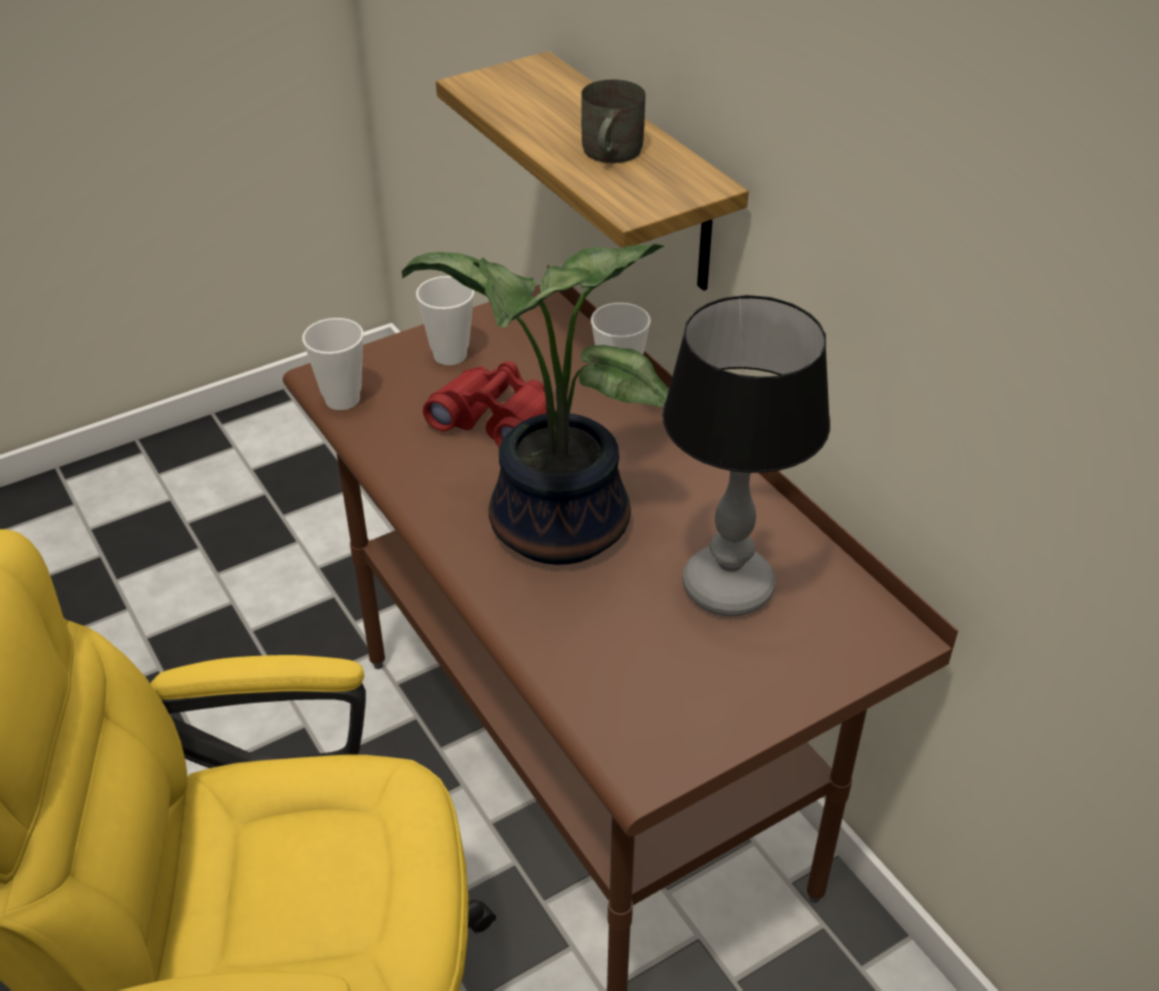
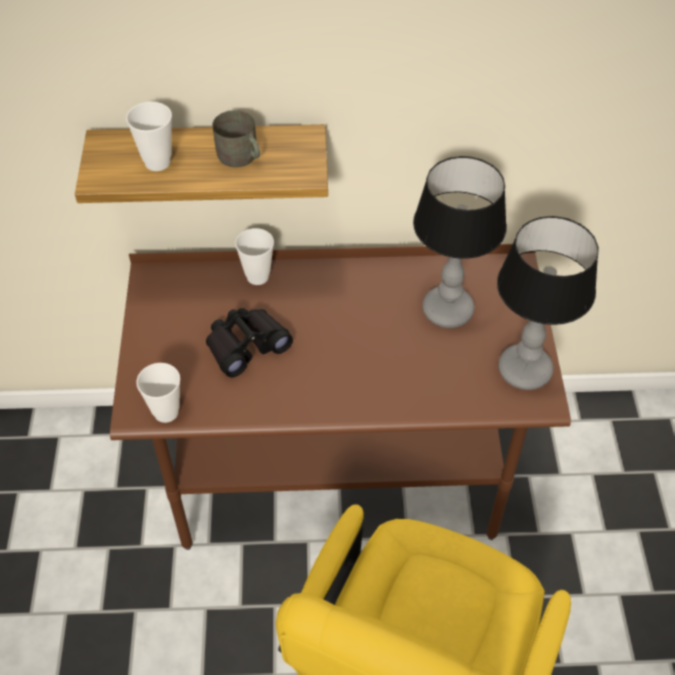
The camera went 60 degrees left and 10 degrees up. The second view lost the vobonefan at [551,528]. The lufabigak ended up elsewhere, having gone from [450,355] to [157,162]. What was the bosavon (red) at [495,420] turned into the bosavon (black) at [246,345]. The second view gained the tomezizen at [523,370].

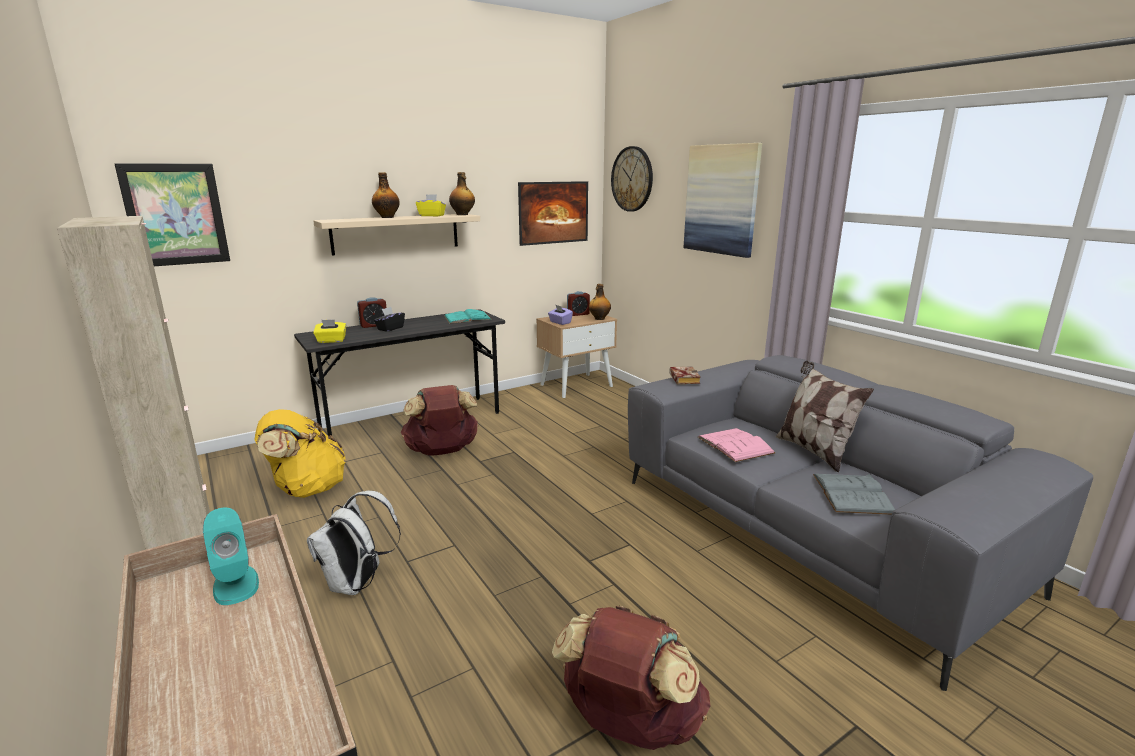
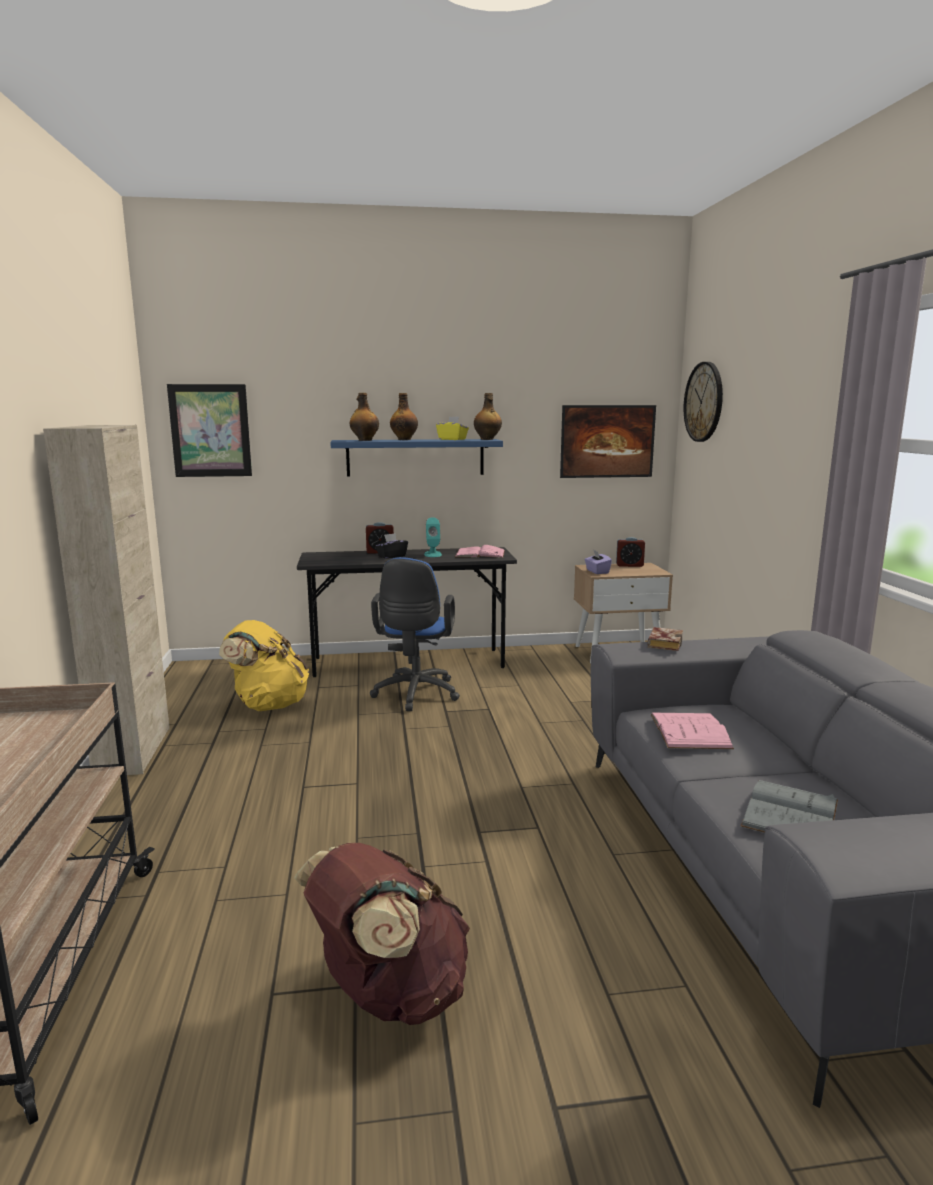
The camera went 25 degrees right and 5 degrees down. The second view lost the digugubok at [721,199]. What was the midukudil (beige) at [396,233] turned into the midukudil (blue) at [415,457]. The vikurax ended up elsewhere, having gone from [599,319] to [364,440]. What was the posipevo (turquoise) at [467,318] turned into the posipevo (pink) at [480,554]. The second view lost the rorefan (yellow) at [331,341]. The second view lost the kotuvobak at [814,451]. Where the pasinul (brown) stood at [442,452], the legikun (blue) came to stand at [415,695]. The second view lost the pasinul (white) at [357,584]. The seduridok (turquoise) ended up elsewhere, having gone from [236,585] to [432,554].

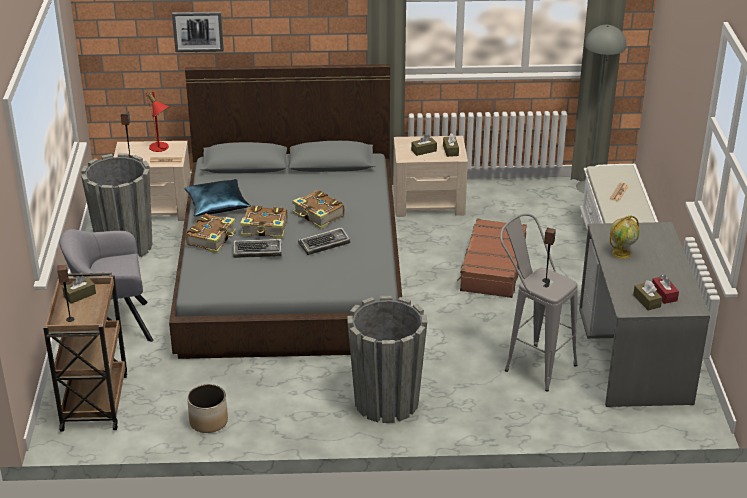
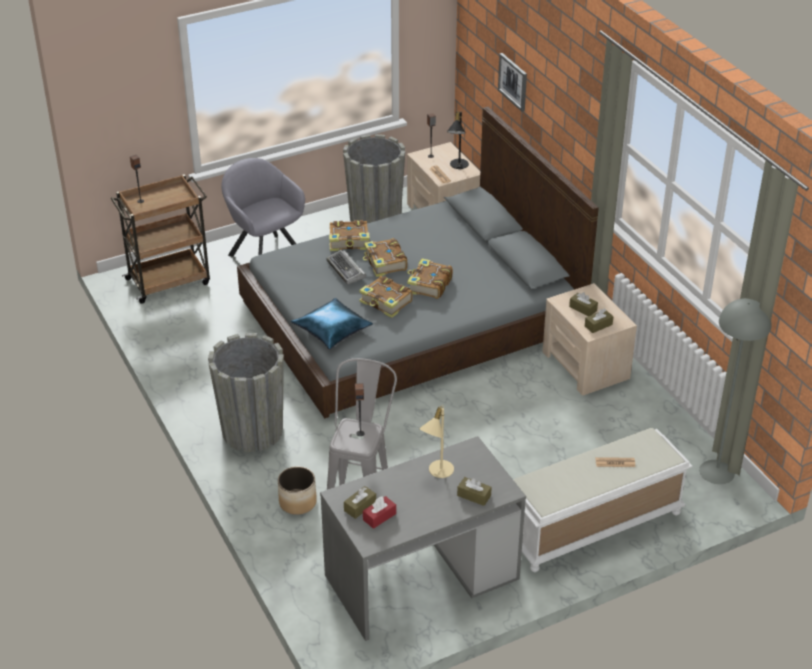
The camera went 65 degrees right and 5 degrees up. What was the tomezizen (red) at [161,148] turned into the tomezizen (black) at [457,166]. The kotuvobak (blue) ended up elsewhere, having gone from [217,204] to [332,330]. Where the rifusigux stood at [621,253], the tomezizen (beige) came to stand at [437,471]. The second view lost the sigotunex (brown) at [492,268]. Where the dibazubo stood at [324,244], the posipevo came to stand at [386,303]. The rorefan (brown) ended up elsewhere, having gone from [80,295] to [474,496]. The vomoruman ended up elsewhere, having gone from [209,421] to [298,502].

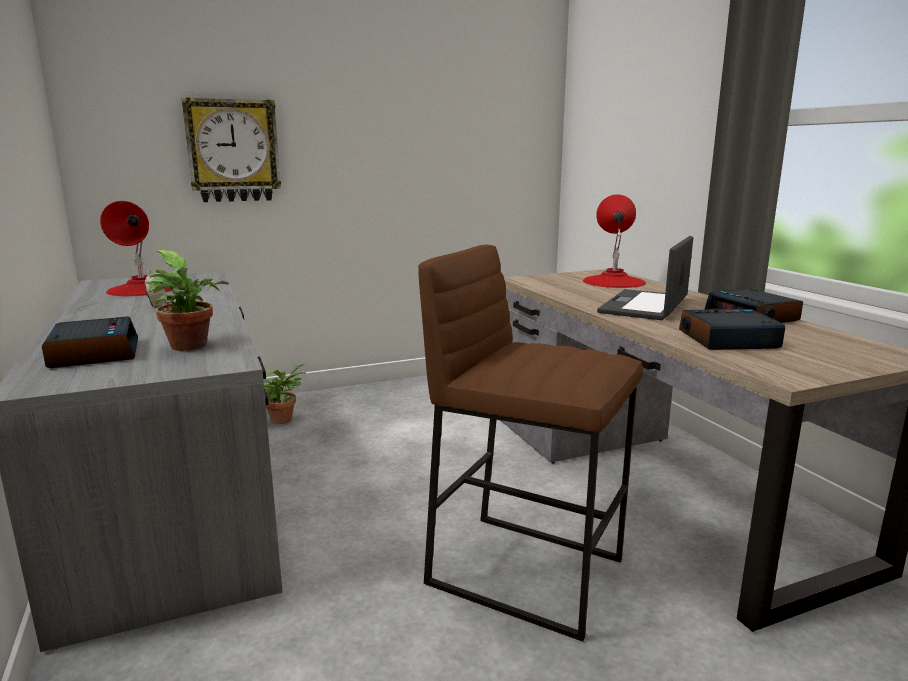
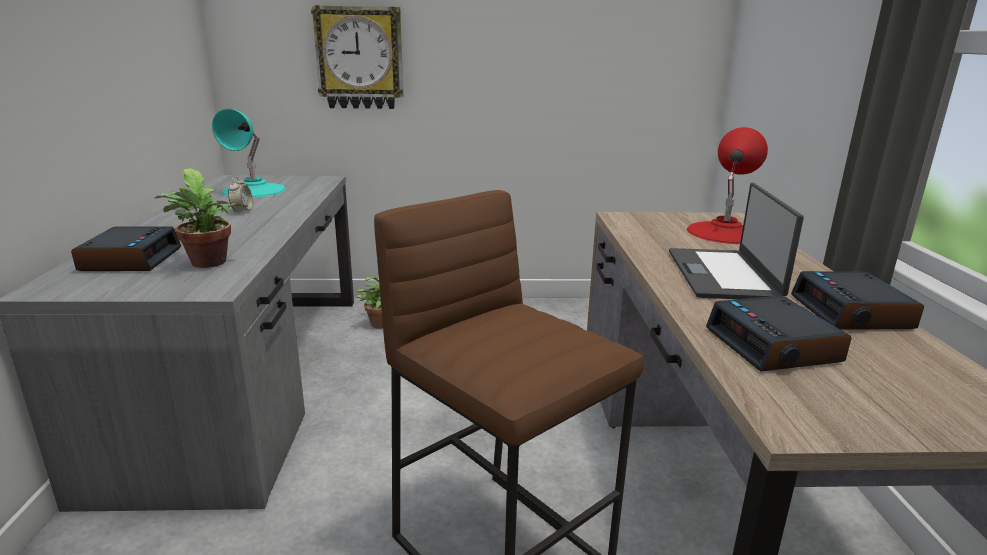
The camera went 20 degrees right and 5 degrees up. What was the tomezizen (red) at [143,289] turned into the tomezizen (turquoise) at [254,190]. The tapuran at [645,306] ended up facing another way, 45 degrees counterclockwise from before. The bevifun at [727,340] ended up facing another way, 120 degrees counterclockwise from before.

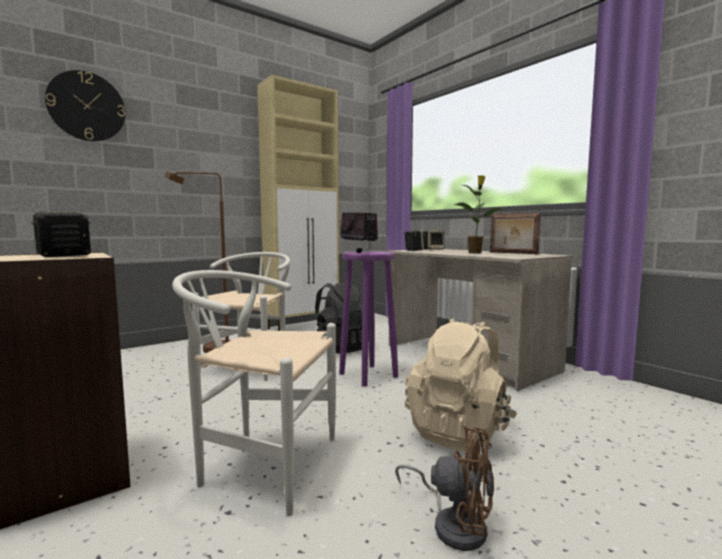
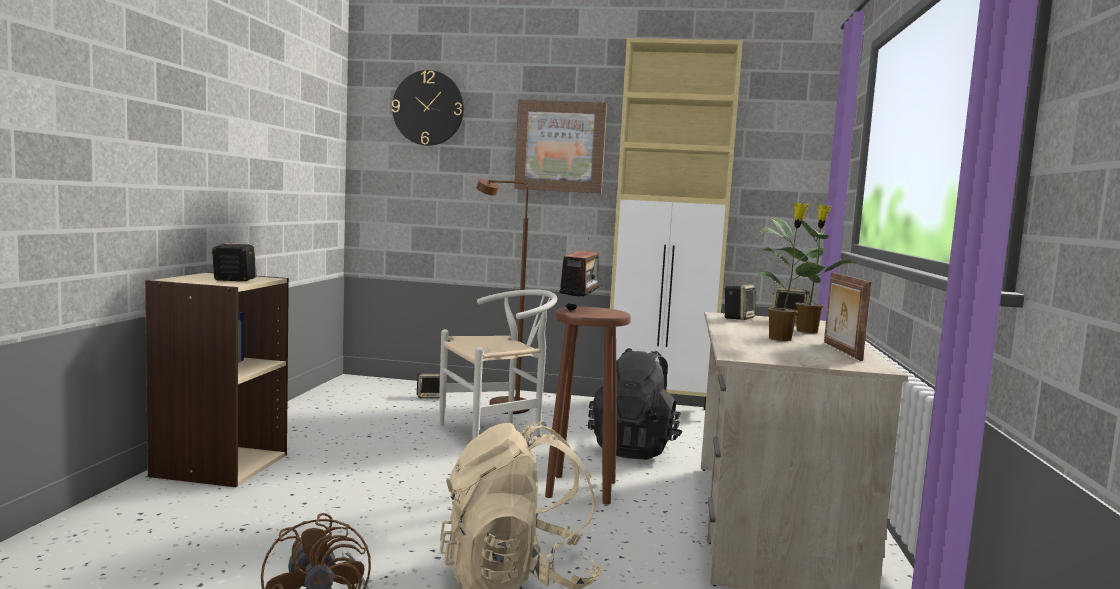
The camera went 45 degrees right and 0 degrees up. What was the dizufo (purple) at [368,375] turned into the dizufo (brown) at [581,489]. The second view lost the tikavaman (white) at [260,464]. The second view gained the digugubok at [560,146]. The second view gained the vobonefan at [808,331]. The second view gained the seduridok at [429,397].

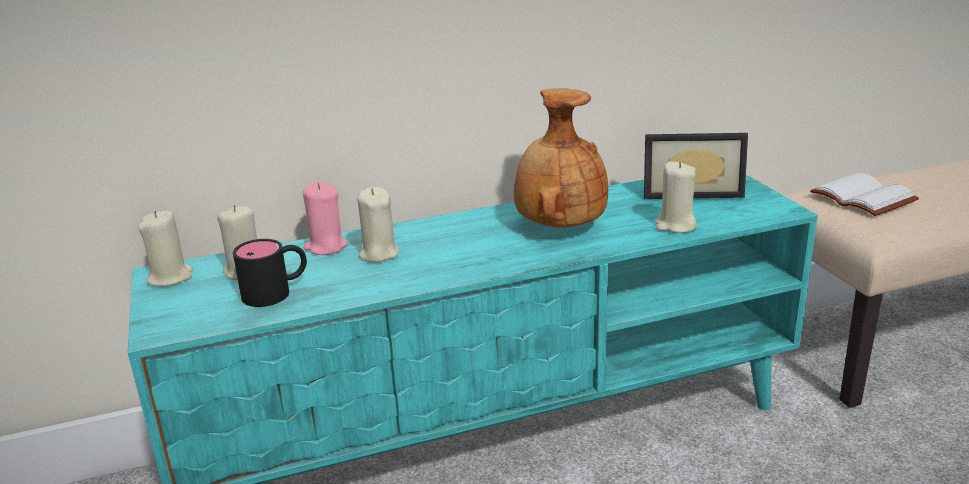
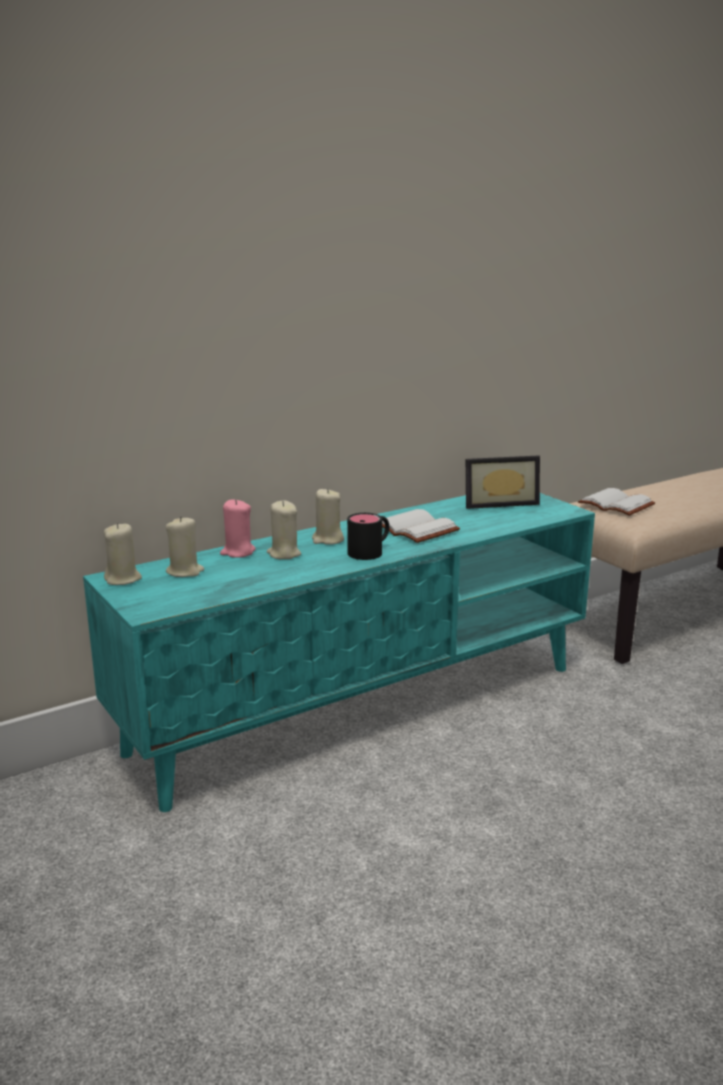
The camera went 15 degrees left and 5 degrees down. Where the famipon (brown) stood at [559,226], the posipevo (white) came to stand at [413,529]. The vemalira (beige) ended up elsewhere, having gone from [675,225] to [327,540]. The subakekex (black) ended up elsewhere, having gone from [276,291] to [370,551].

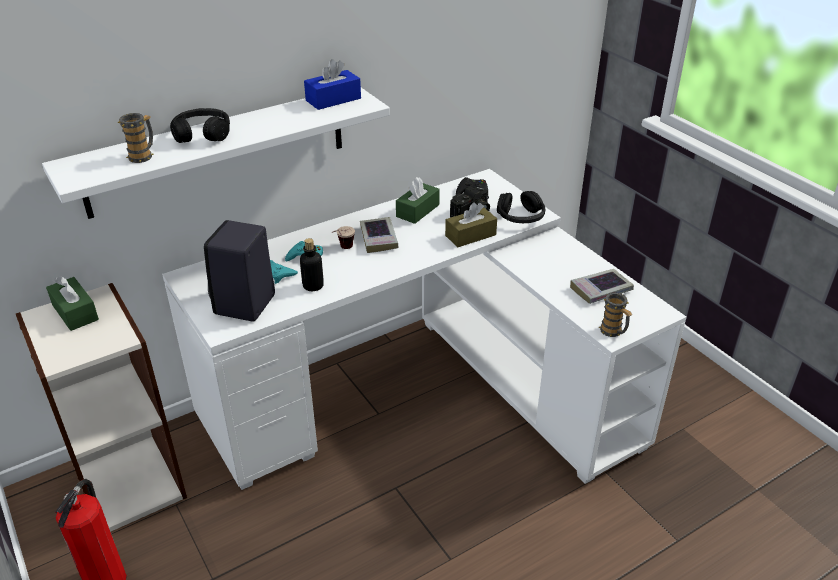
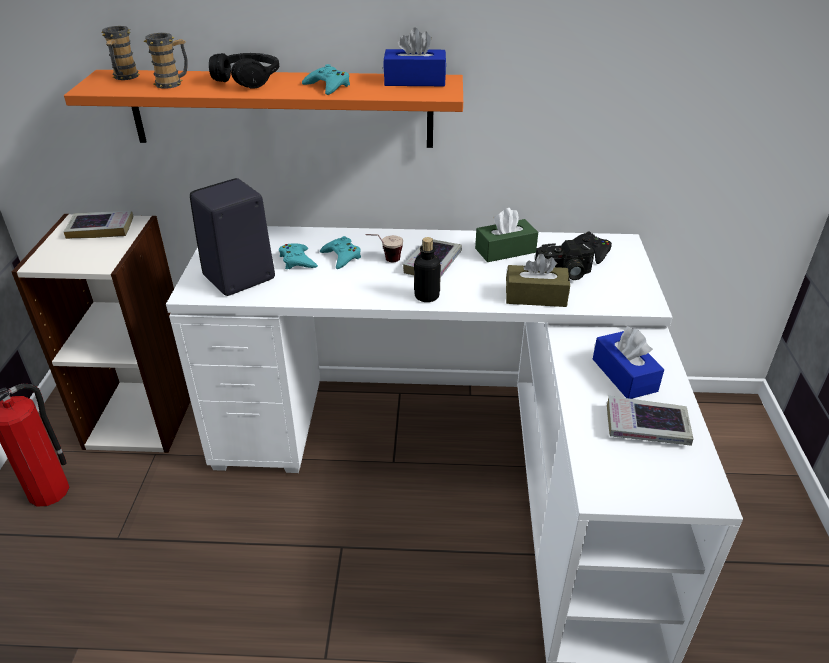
The camera went 35 degrees right and 0 degrees up. What was the midukudil (white) at [218,150] turned into the midukudil (orange) at [281,109]. The second view lost the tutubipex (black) at [520,217]. The vikurax ended up elsewhere, having gone from [313,286] to [426,296]. Where the rorefan (green) stood at [75,312], the posipevo came to stand at [101,229]. The subakekex ended up elsewhere, having gone from [613,332] to [124,77]. The second view gained the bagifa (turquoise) at [328,86]. The second view gained the rorefan (blue) at [624,375].

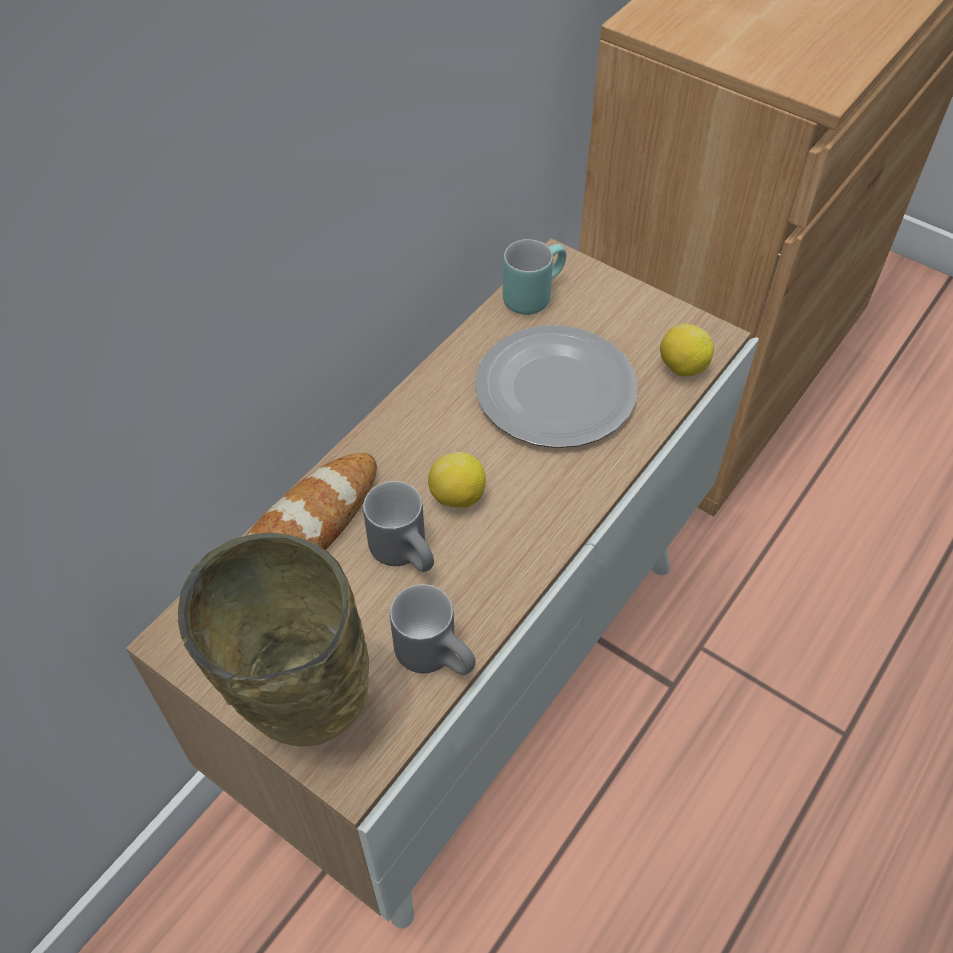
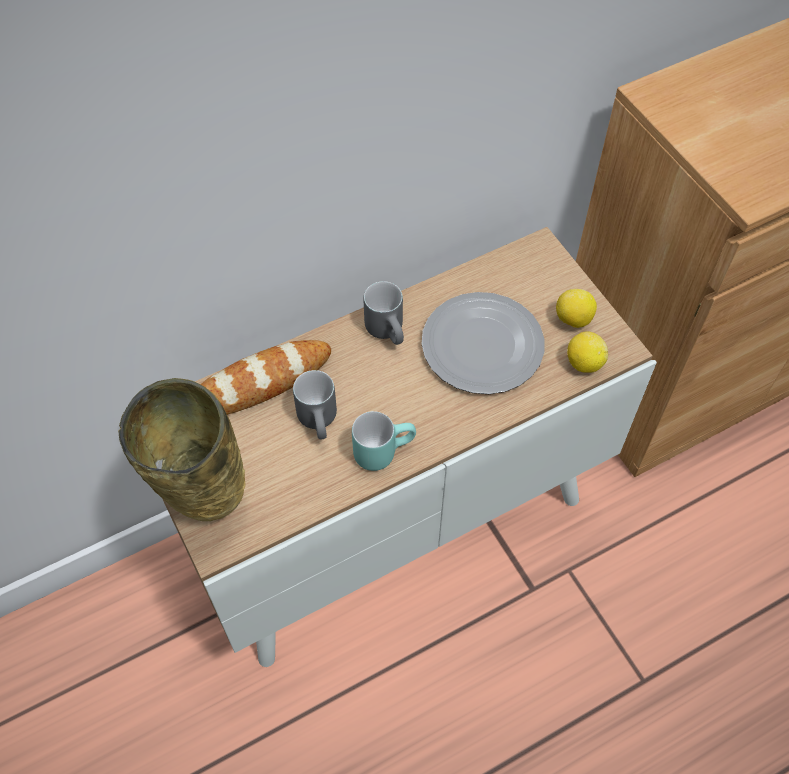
The camera went 25 degrees right and 5 degrees up. The subakekex (turquoise) ended up elsewhere, having gone from [532,294] to [382,449]. The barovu ended up elsewhere, having gone from [457,497] to [573,319]. The subakekex (grey) ended up elsewhere, having gone from [438,654] to [390,331].

